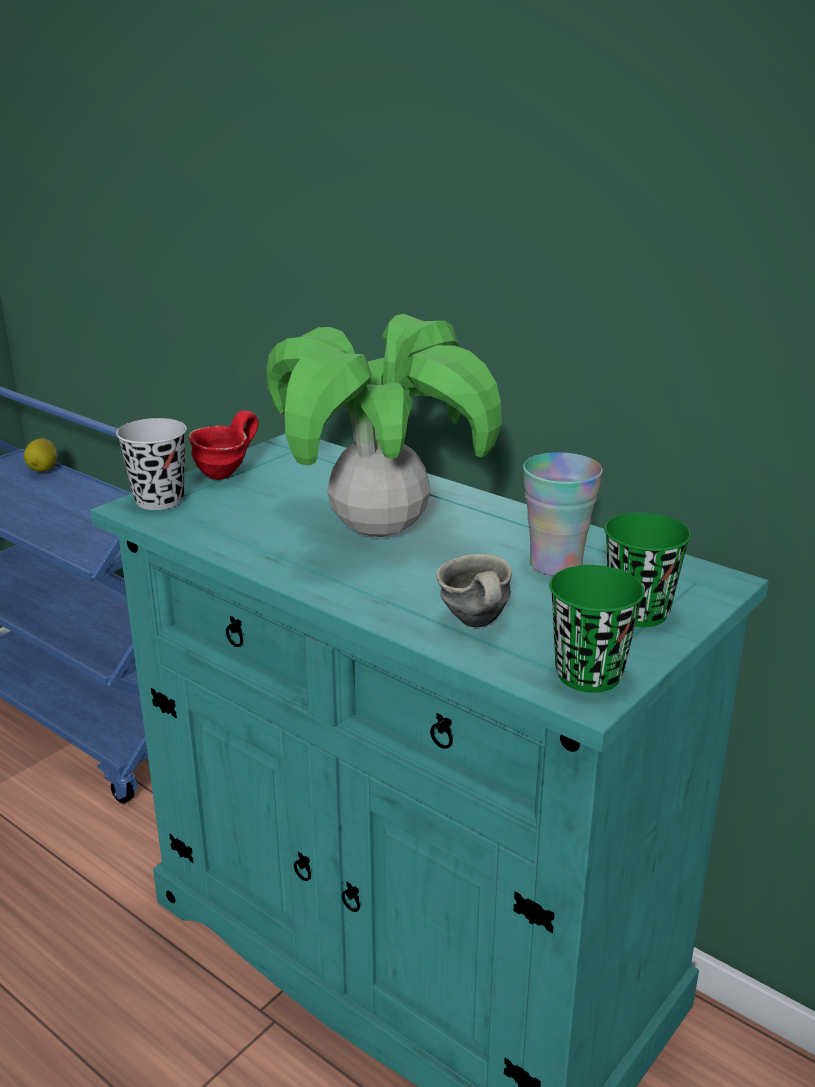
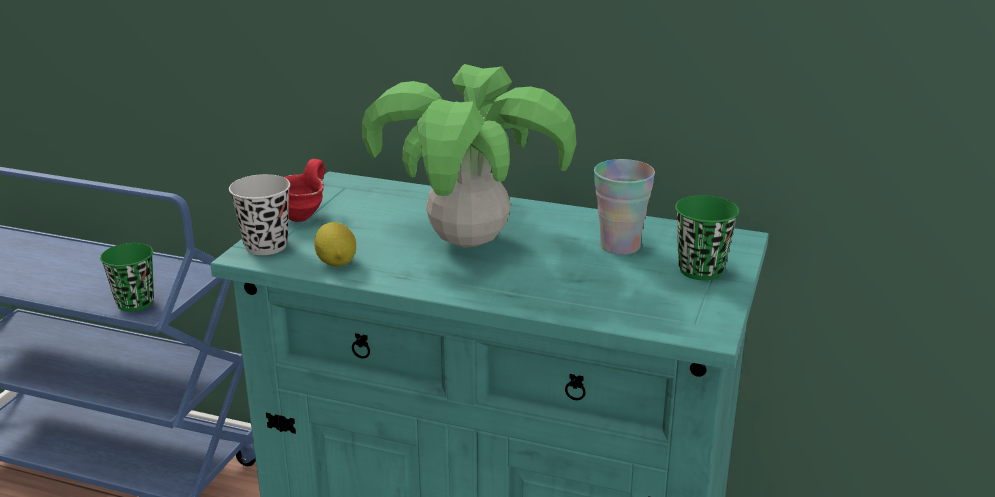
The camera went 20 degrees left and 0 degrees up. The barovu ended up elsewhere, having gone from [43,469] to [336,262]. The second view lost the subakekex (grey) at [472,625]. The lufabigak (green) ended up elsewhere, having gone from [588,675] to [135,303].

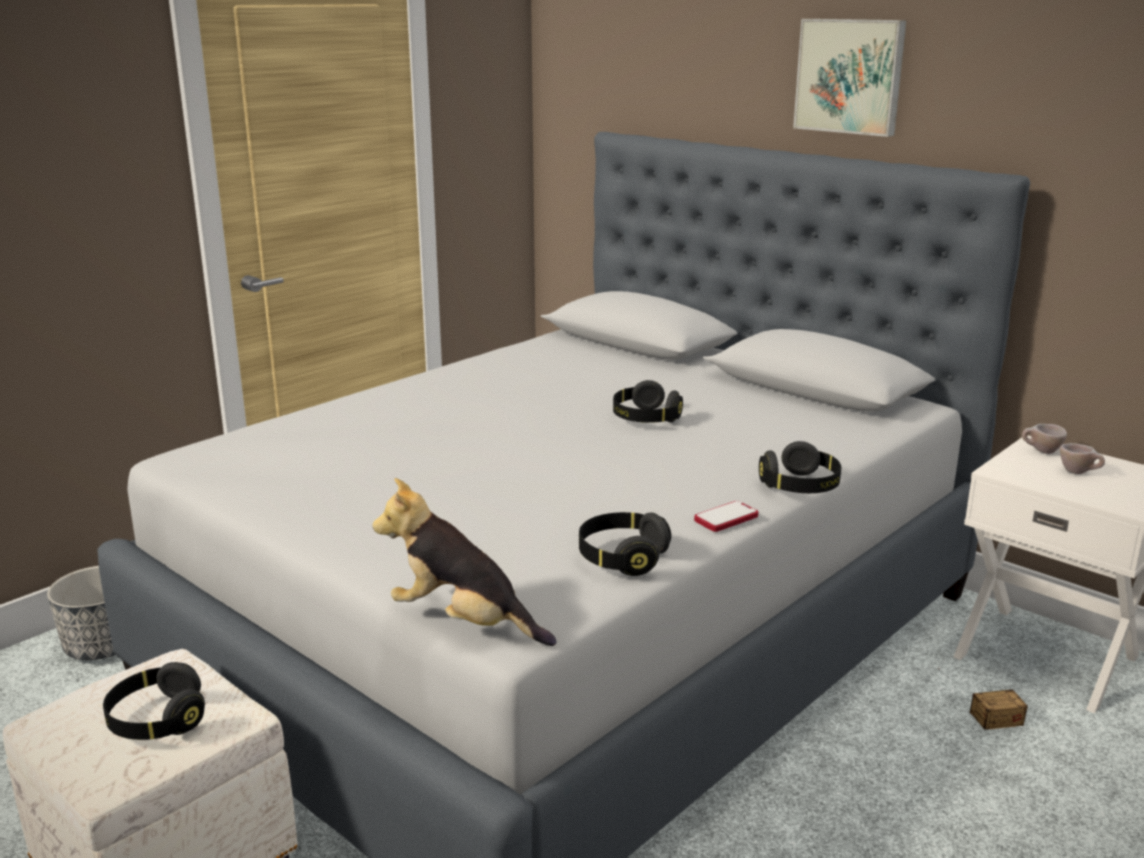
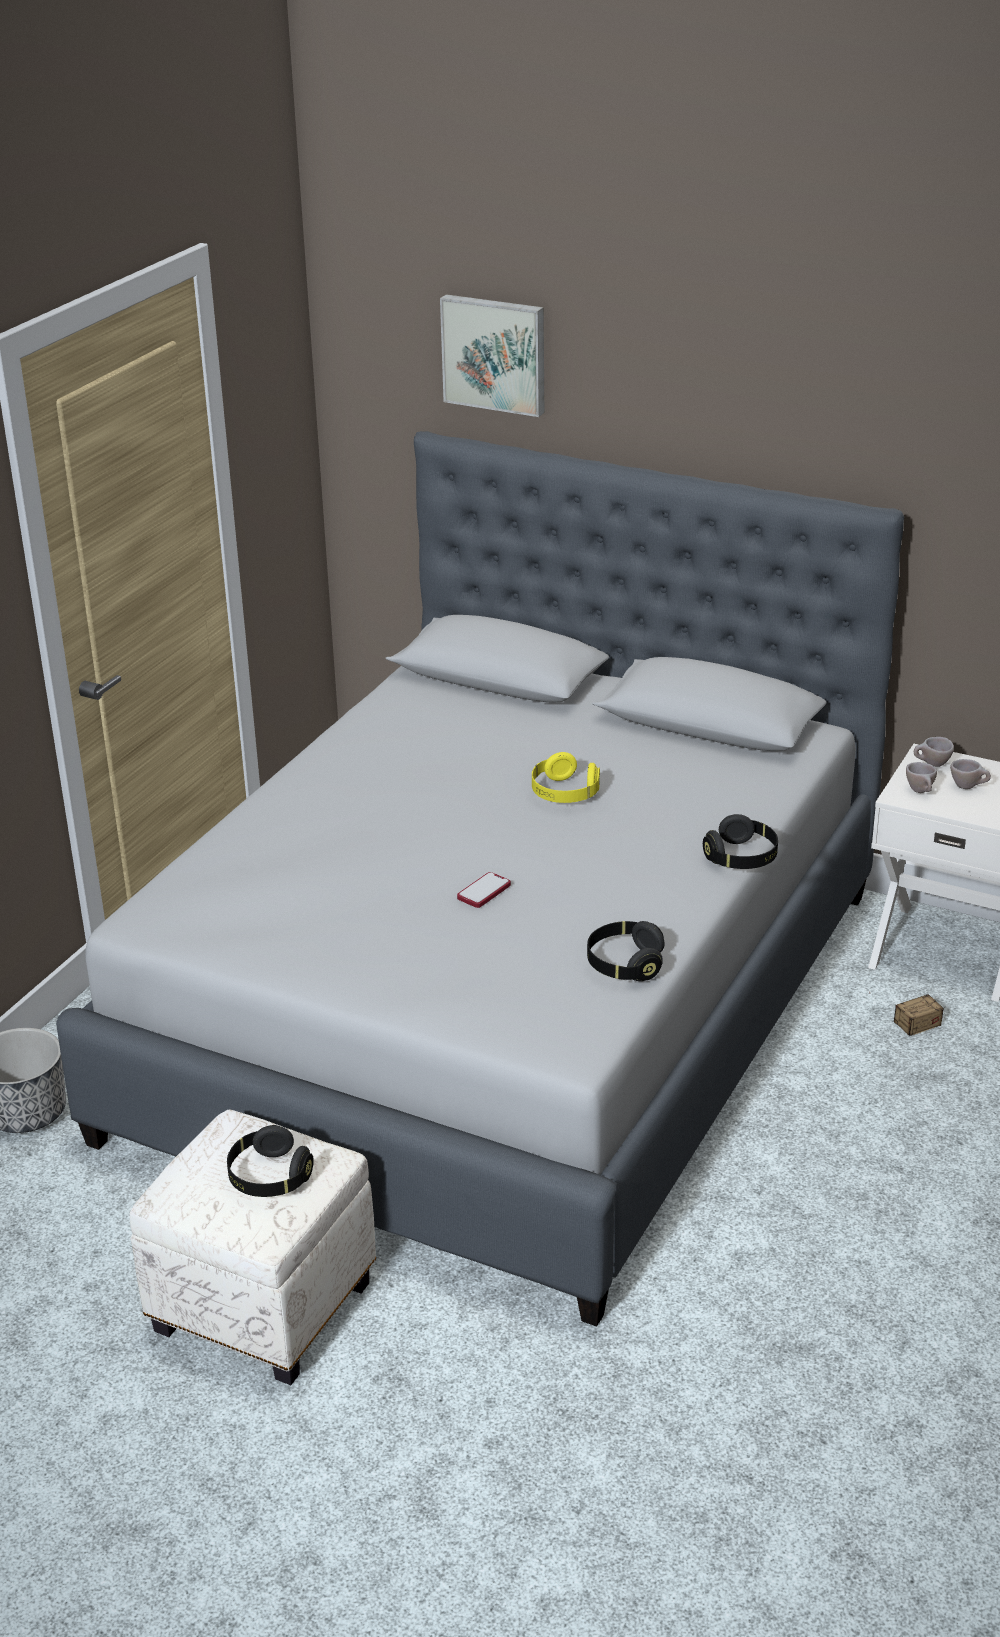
The camera went 15 degrees left and 10 degrees up. The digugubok ended up elsewhere, having gone from [850,76] to [495,353]. What was the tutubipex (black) at [645,419] turned into the tutubipex (yellow) at [564,793]. The second view lost the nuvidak at [463,622]. The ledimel ended up elsewhere, having gone from [726,518] to [484,891]. The second view gained the lufabigak (beige) at [921,792].

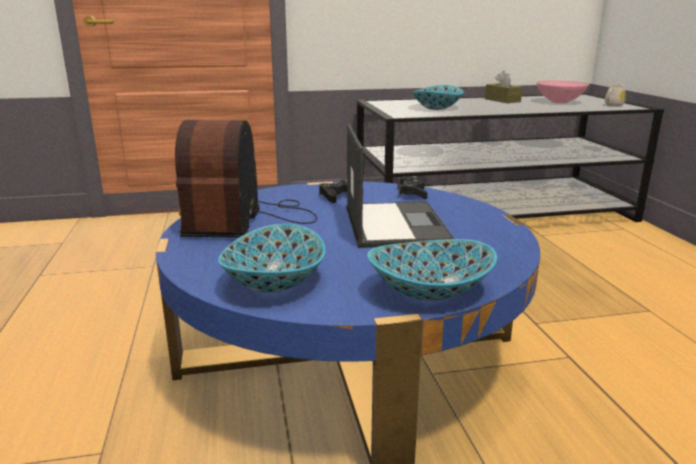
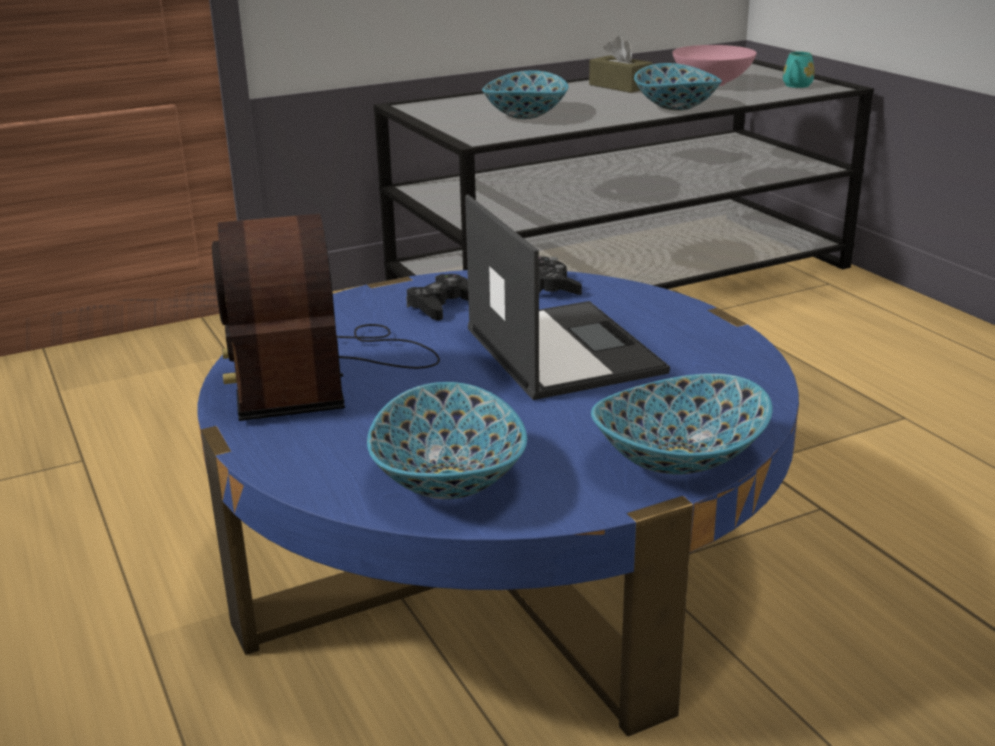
The camera went 15 degrees left and 5 degrees up. What was the subakekex (white) at [612,105] turned into the subakekex (turquoise) at [795,86]. The second view gained the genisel at [675,106].

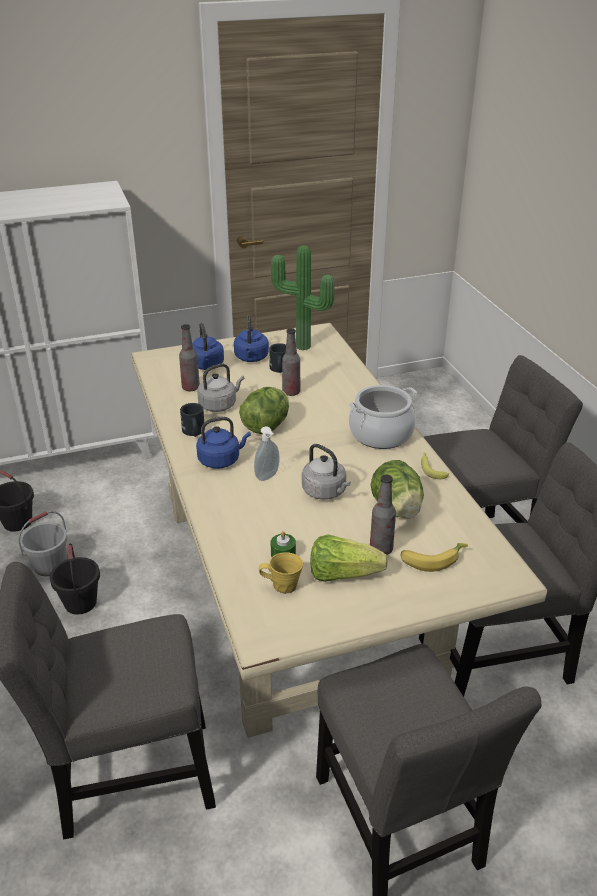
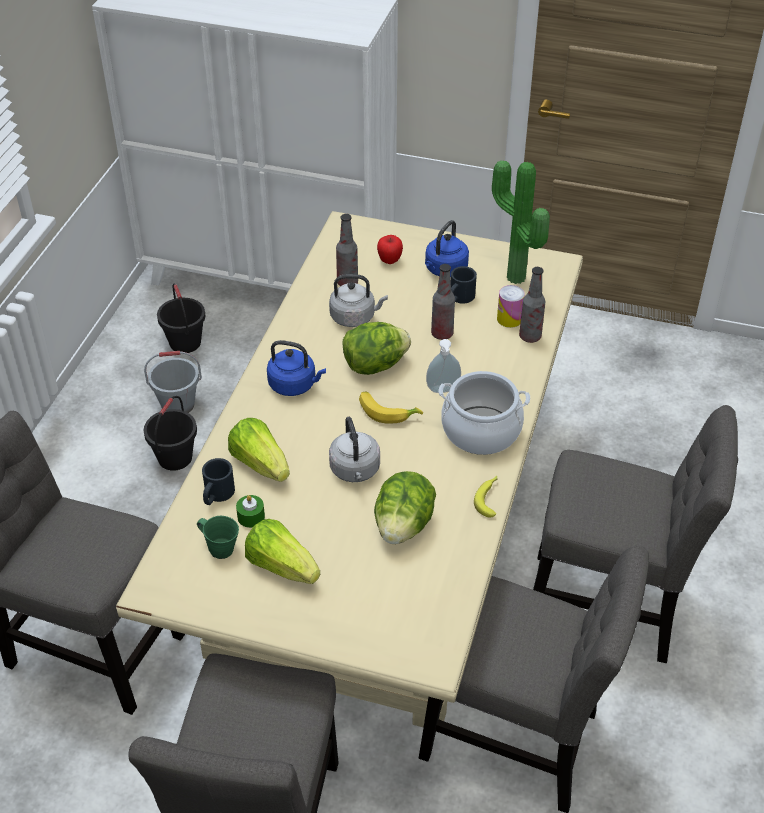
The camera went 35 degrees right and 10 degrees up. Where the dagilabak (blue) stood at [207,366], the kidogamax came to stand at [389,261]. The subakekex (black) ended up elsewhere, having gone from [194,432] to [216,495]. The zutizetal ended up elsewhere, having gone from [268,477] to [443,390]. The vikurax ended up elsewhere, having gone from [381,549] to [530,337]. The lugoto ended up elsewhere, having gone from [432,559] to [388,411]. What was the subakekex (yellow) at [283,585] turned into the subakekex (green) at [220,548]. The second view gained the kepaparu at [509,319]. The second view gained the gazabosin at [260,464].

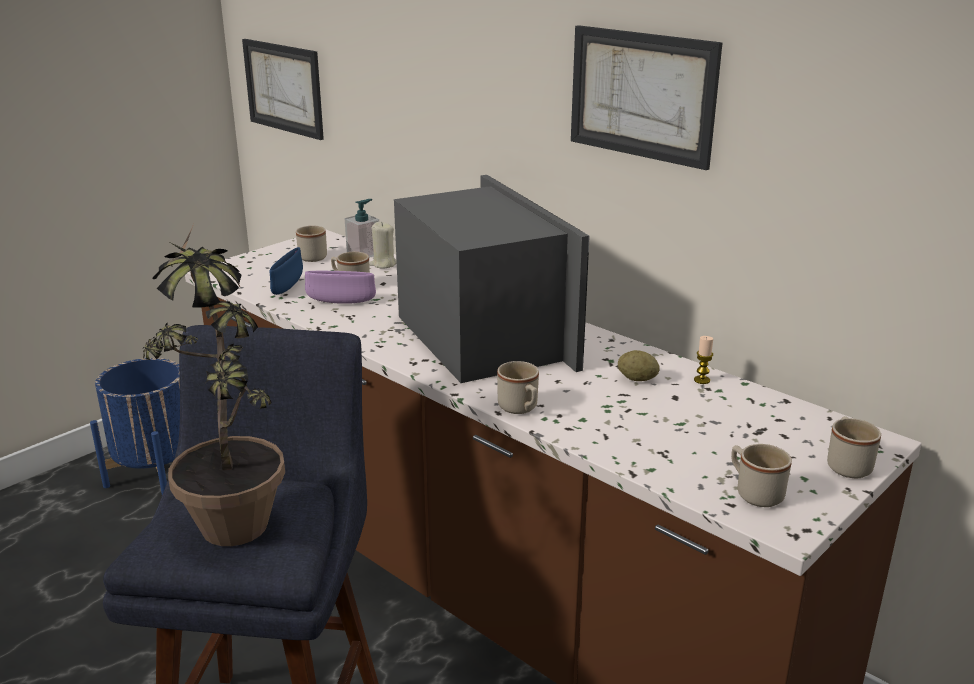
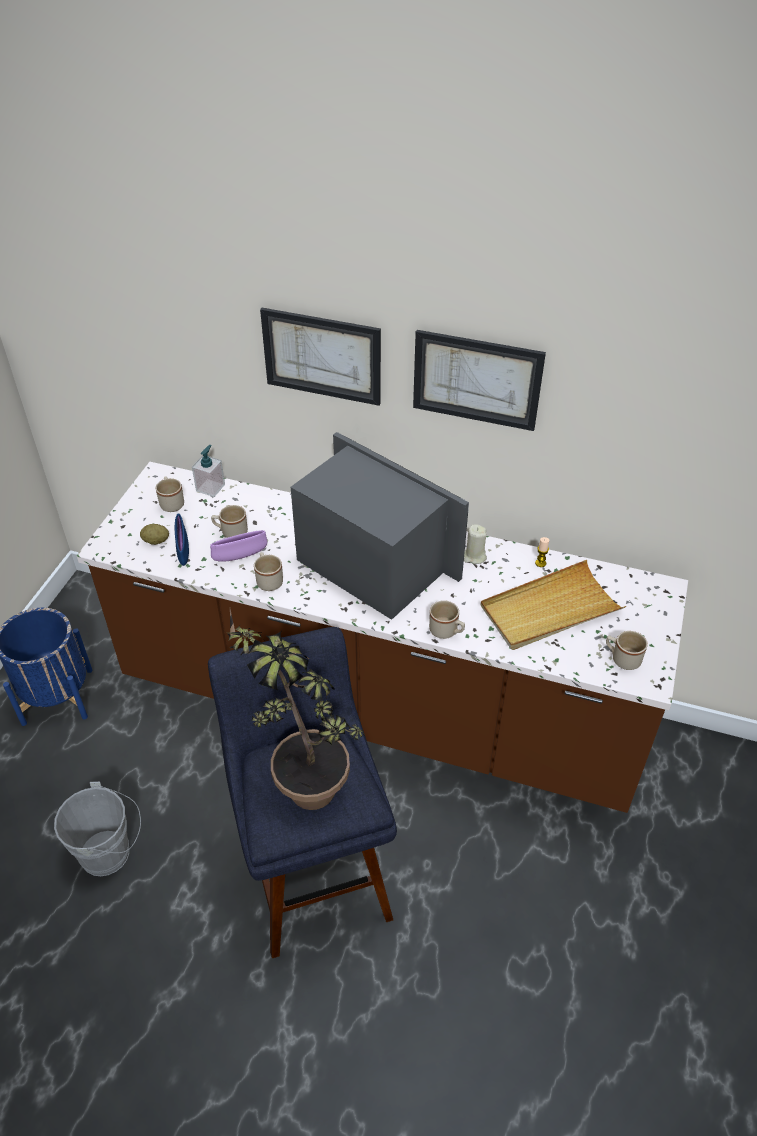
The camera went 25 degrees left and 20 degrees up. The digugubok ended up elsewhere, having gone from [283,88] to [322,356]. The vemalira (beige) ended up elsewhere, having gone from [383,264] to [474,556]. The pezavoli ended up elsewhere, having gone from [637,379] to [156,541]. The subakekex (beige) ended up elsewhere, having gone from [847,464] to [268,580]. The second view gained the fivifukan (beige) at [549,609]. The second view gained the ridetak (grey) at [111,853].

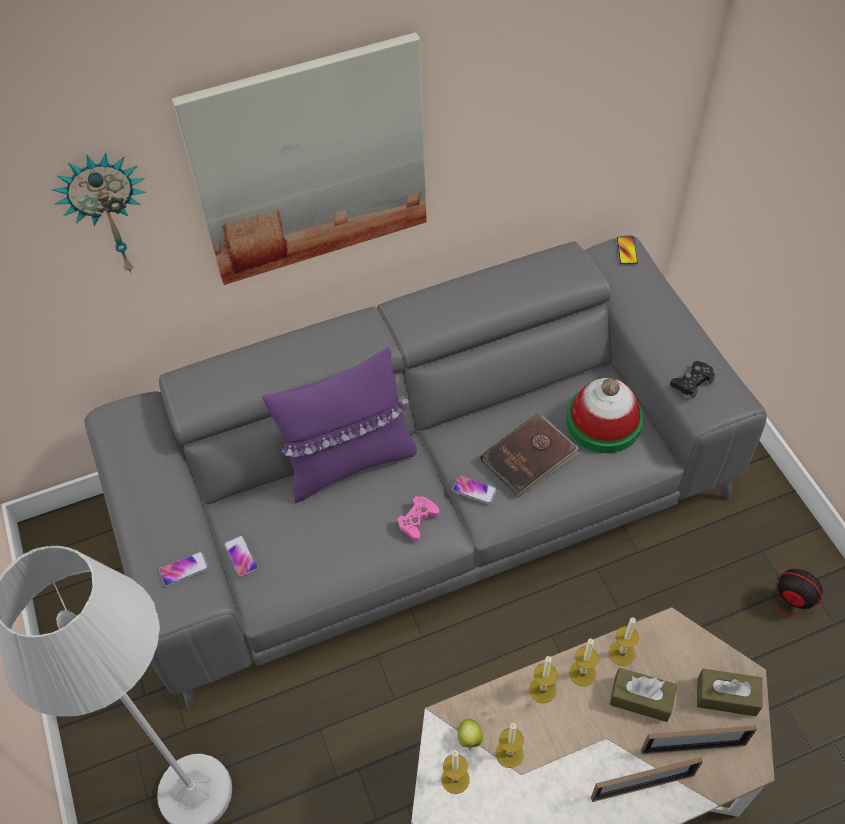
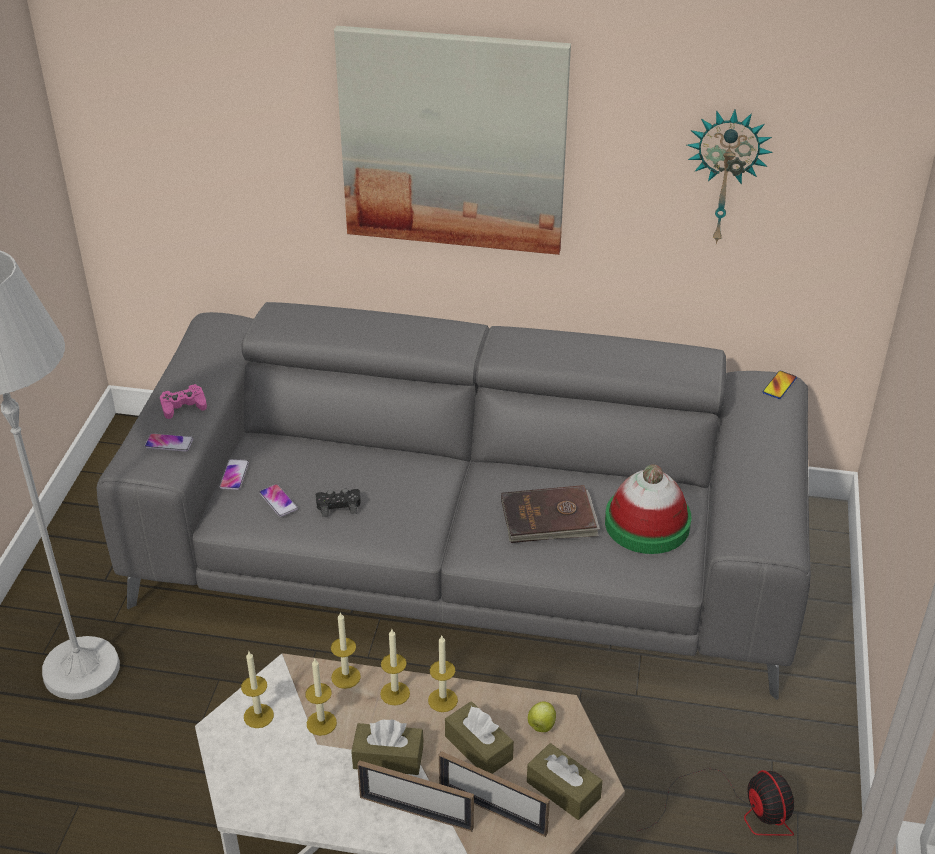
The camera went 30 degrees right and 15 degrees down. The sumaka ended up elsewhere, having gone from [108,213] to [725,175]. The second view lost the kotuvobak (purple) at [349,461]. The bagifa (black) ended up elsewhere, having gone from [692,382] to [338,505]. The ledimel ended up elsewhere, having gone from [474,490] to [278,501]. The bagifa (pink) ended up elsewhere, having gone from [417,520] to [183,406]. The vemalira ended up elsewhere, having gone from [622,653] to [346,677]. The kidogamax ended up elsewhere, having gone from [469,739] to [541,726]. The second view gained the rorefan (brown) at [388,758].

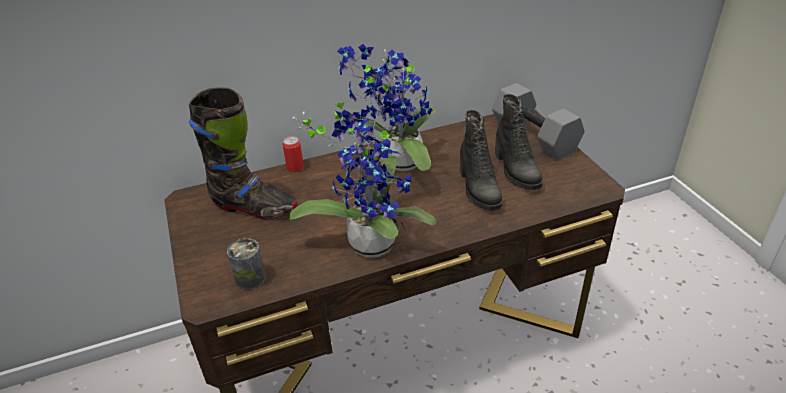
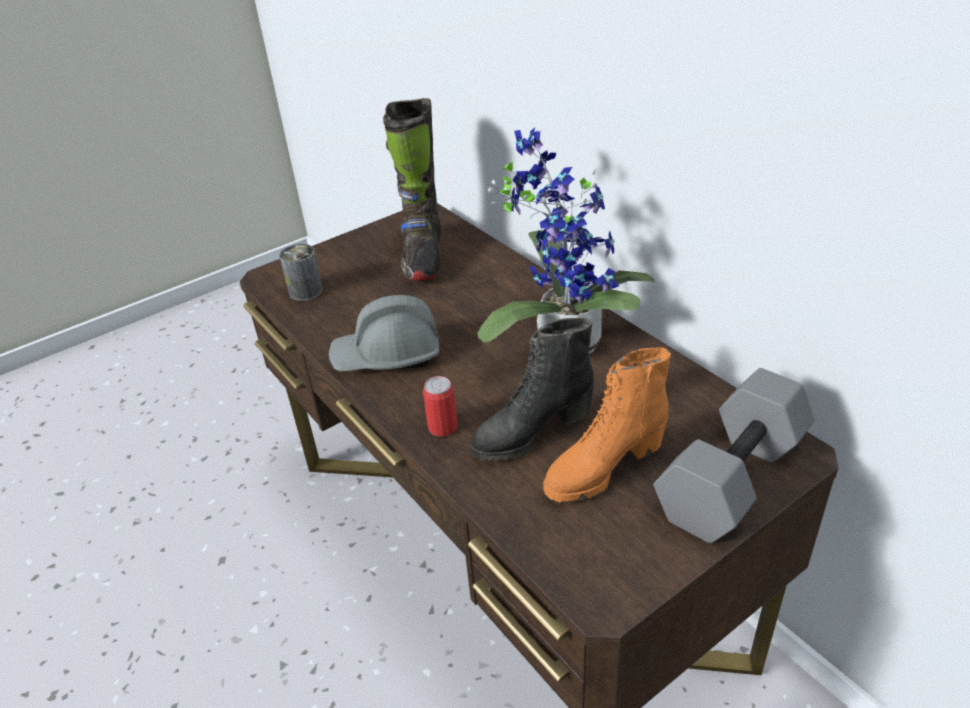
The camera went 75 degrees right and 0 degrees up. Where the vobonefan stood at [371,239], the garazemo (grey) came to stand at [387,356]. What was the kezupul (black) at [515,171] turned into the kezupul (orange) at [603,468]. The kepaparu ended up elsewhere, having gone from [295,167] to [442,427].

